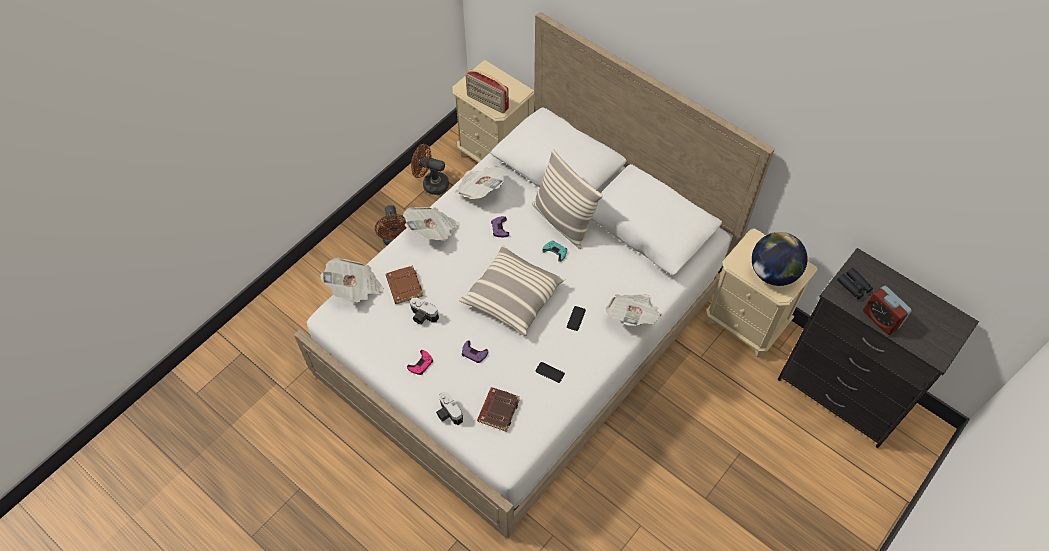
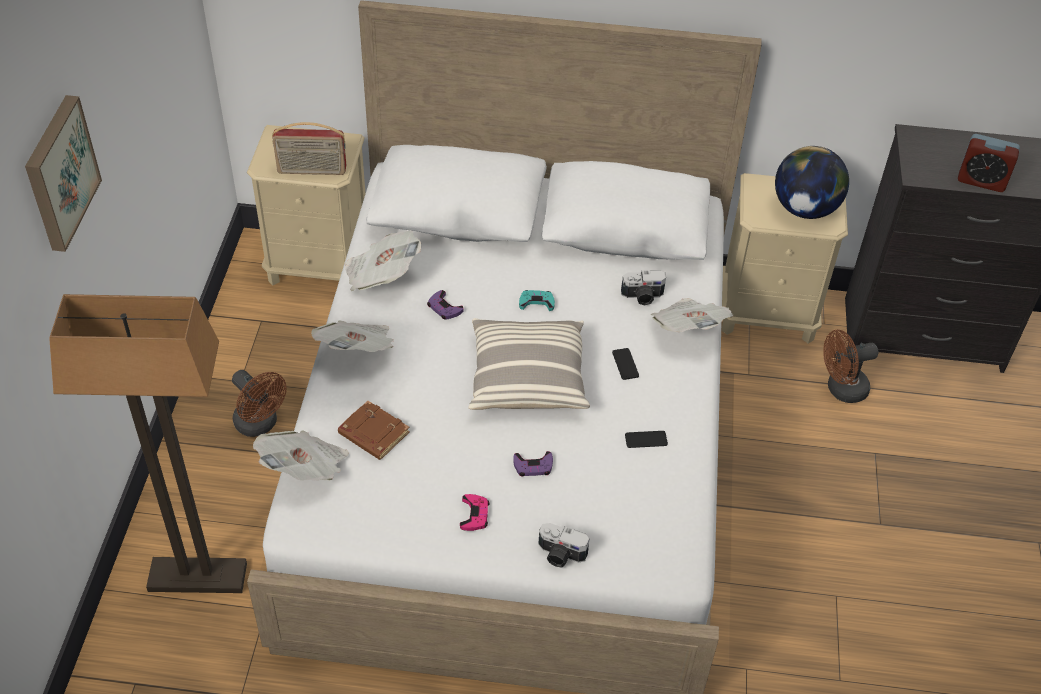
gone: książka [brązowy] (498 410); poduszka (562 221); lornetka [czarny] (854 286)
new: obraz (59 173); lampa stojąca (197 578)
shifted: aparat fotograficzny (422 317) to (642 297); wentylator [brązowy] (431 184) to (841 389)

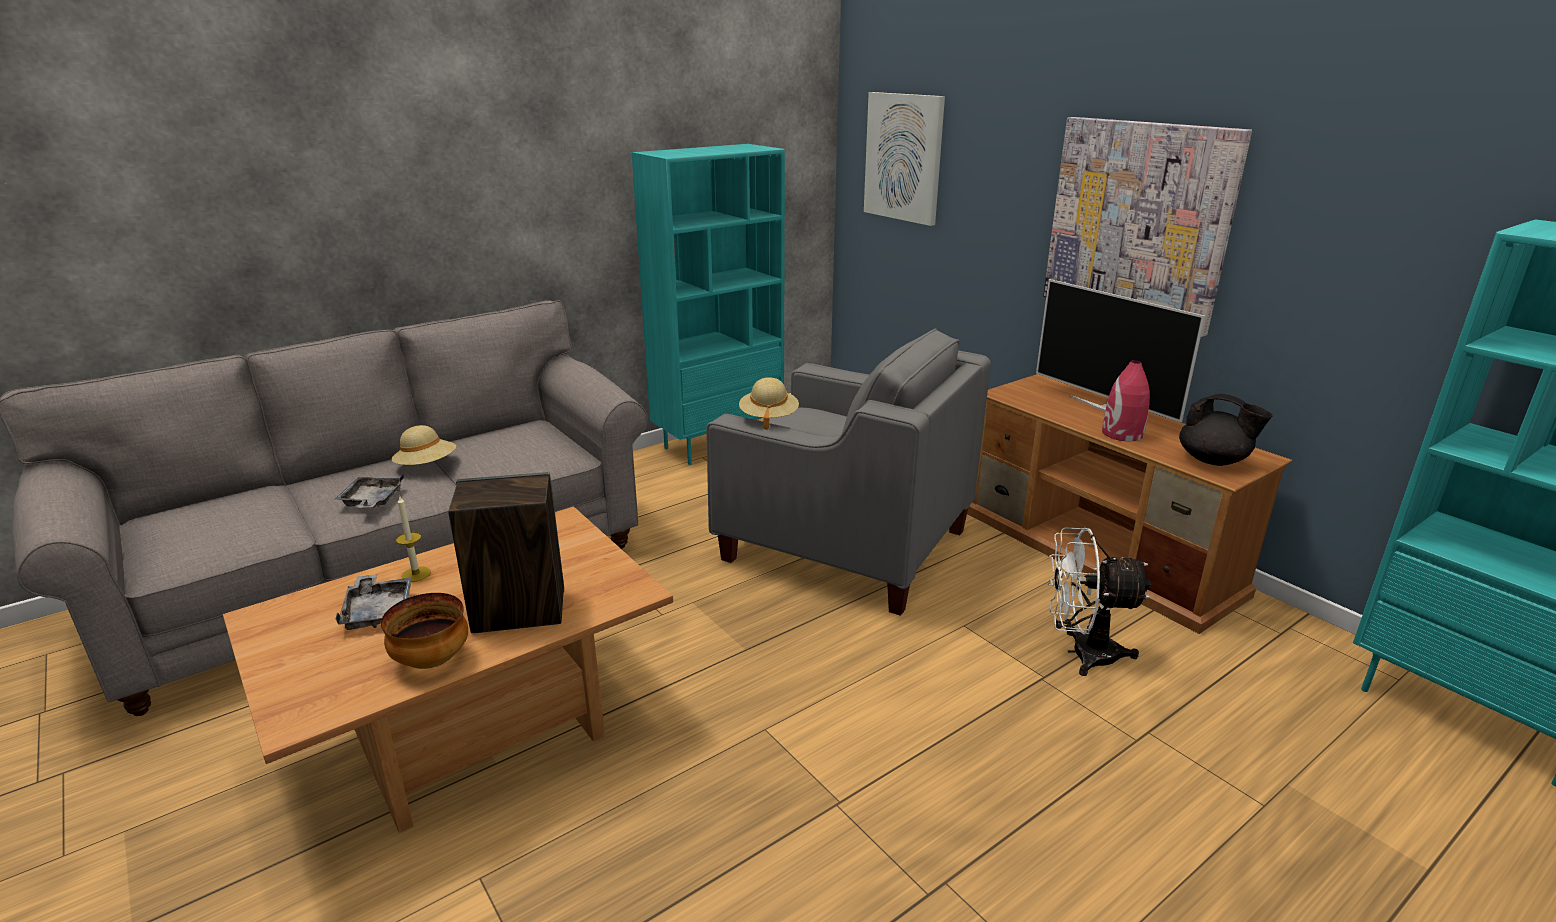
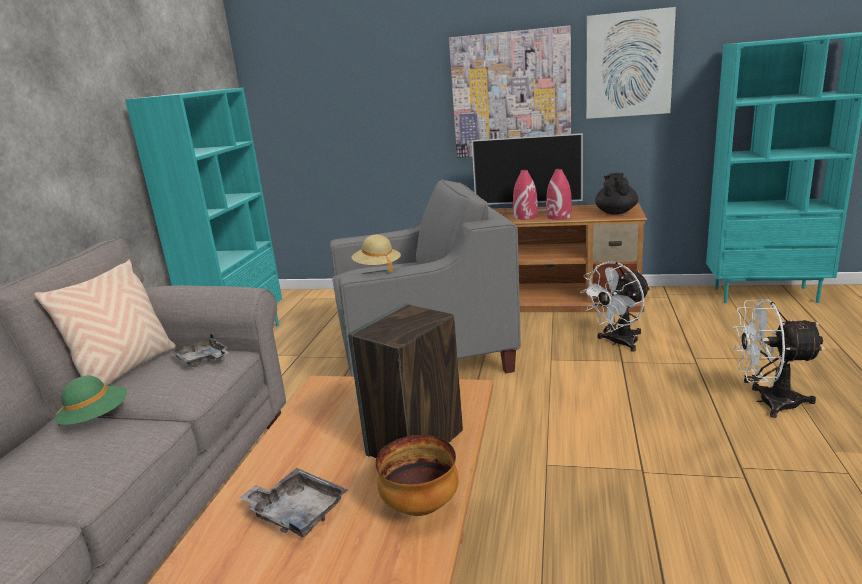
gone: świeca (416 574)
new: poduszka [beżowy] (126 370); wazon [czerwony] (525 216); wentylator [biały] (768 402)
shifted: taca [szary] (372 501) to (203 359); obraz (904 157) to (628 65)
repainted: kapelusz [beżowy] (427 466) to kapelusz [zielony] (96 419)
rotated: imbryk [czarny] (1213 460) = (615 212) 75 degrees counterclockwise

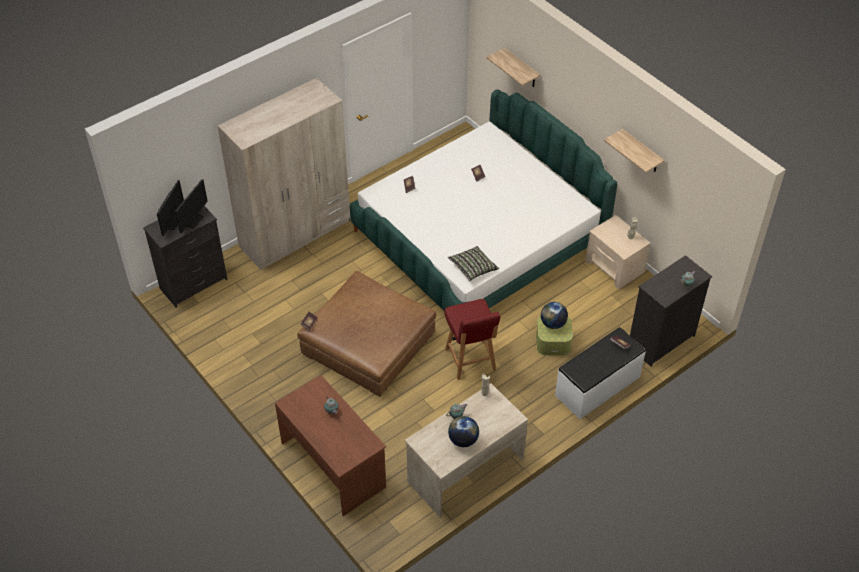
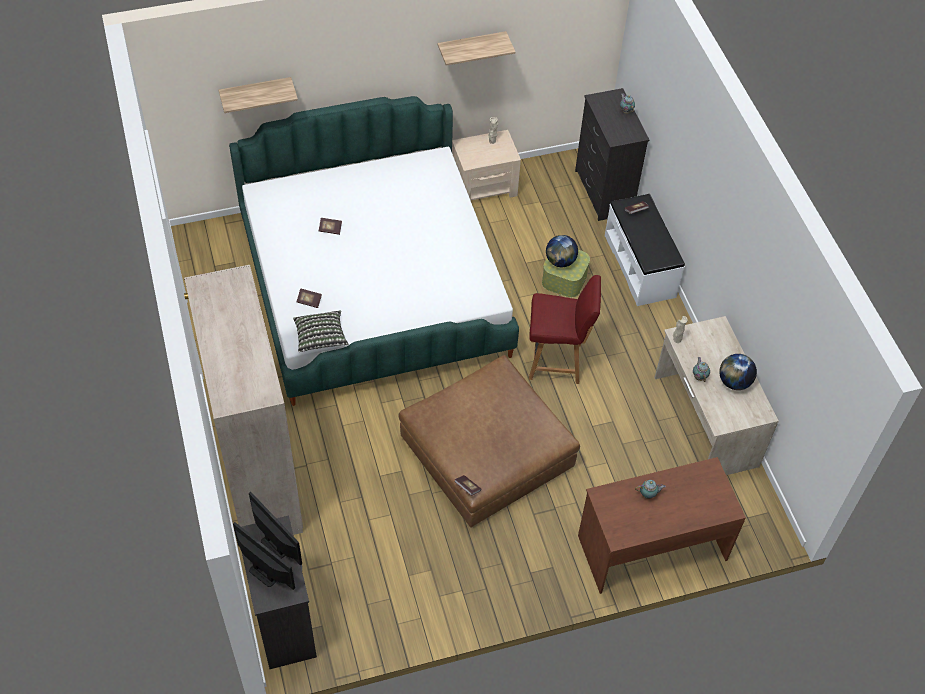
shifted: poduszka (473 268) to (320 337)

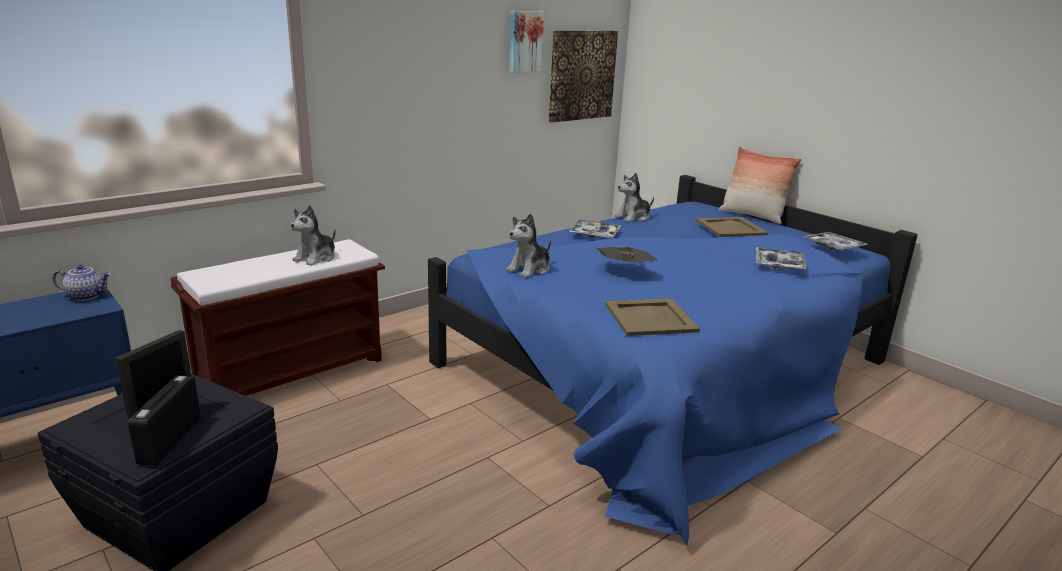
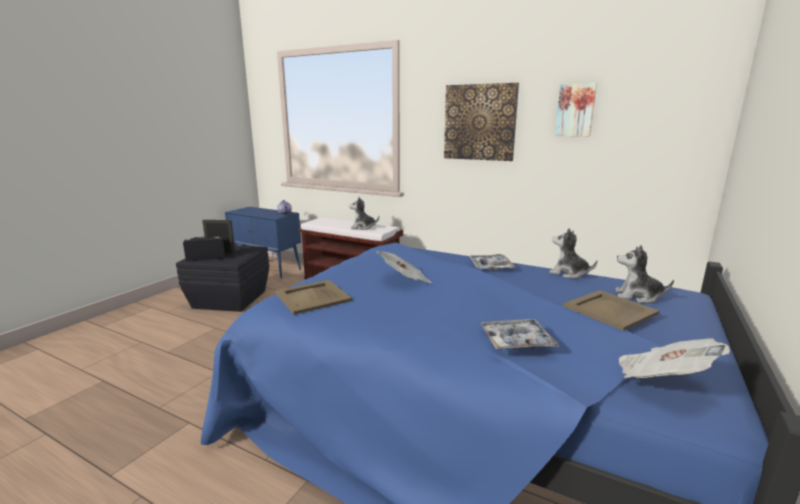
gone: poduszka (752 216)
shifted: obraz (581 75) to (479 122); pluszak (530 269) to (637 296)
swapped: taca (833 247) to gazeta (662 378)

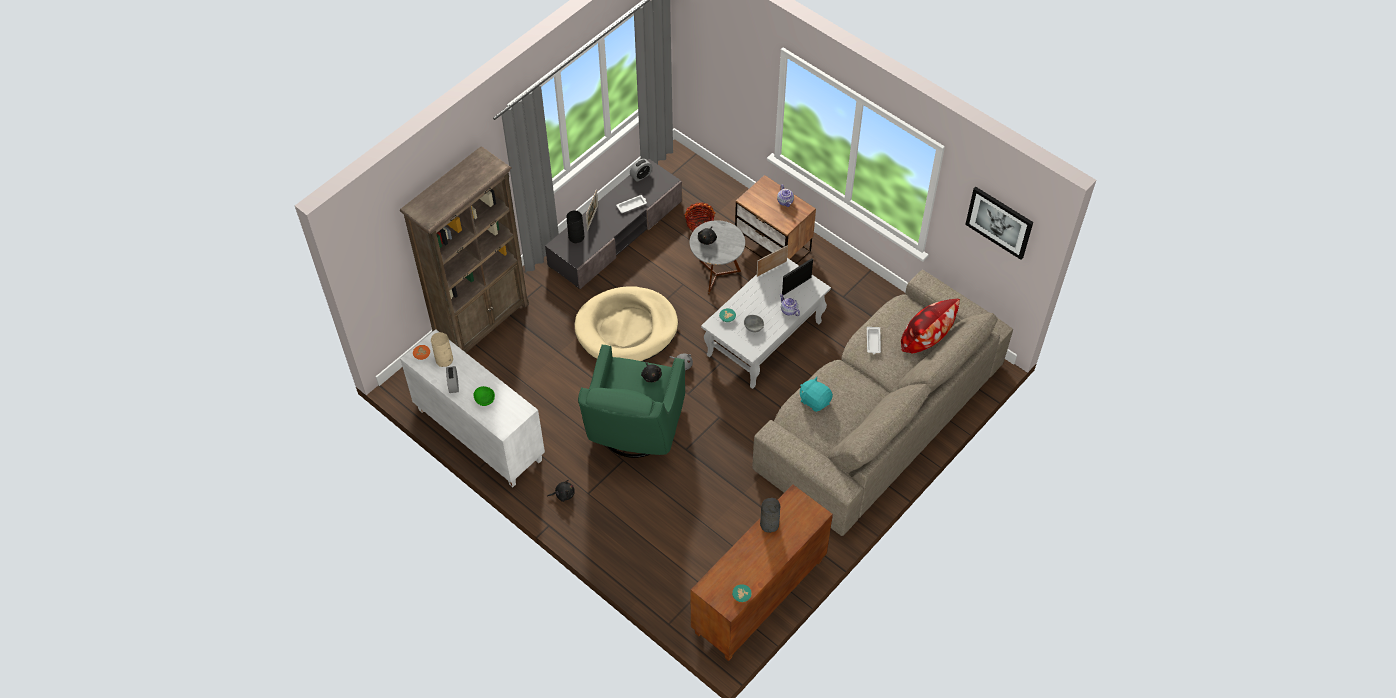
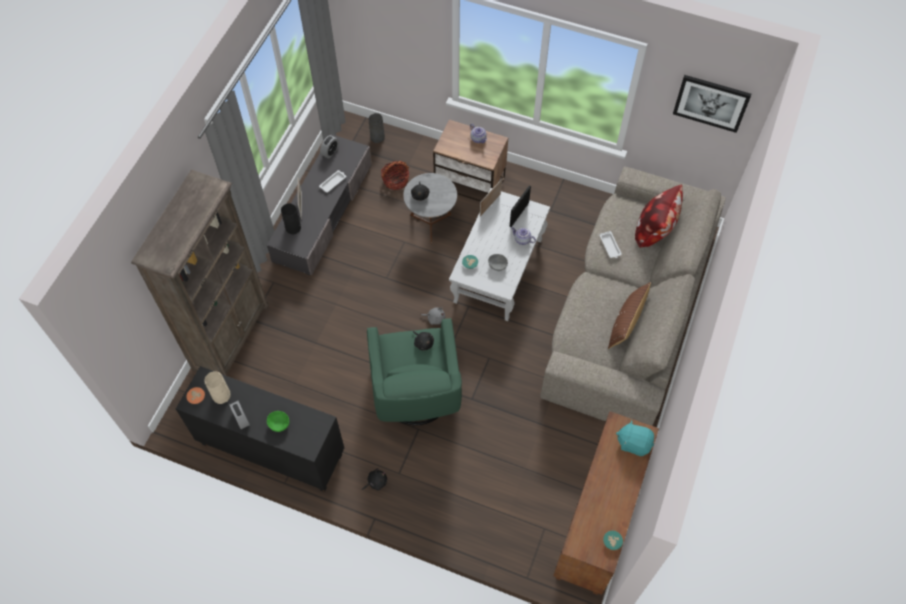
gone: legowisko [beżowy] (626 328)
new: poduszka [brązowy] (626 322)
shifted: wazon [szary] (770 524) to (378 137); pluszak [turkusowy] (815 400) to (634 443)
repainted: szafka [biały] (478 435) to szafka [czarny] (270 450)

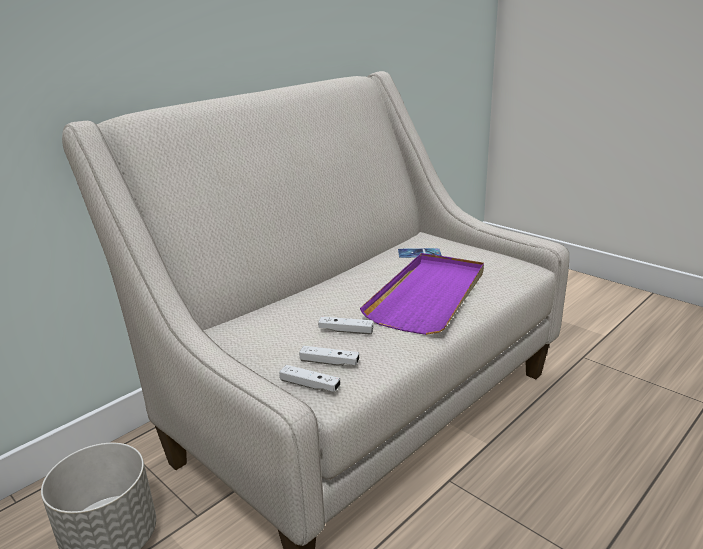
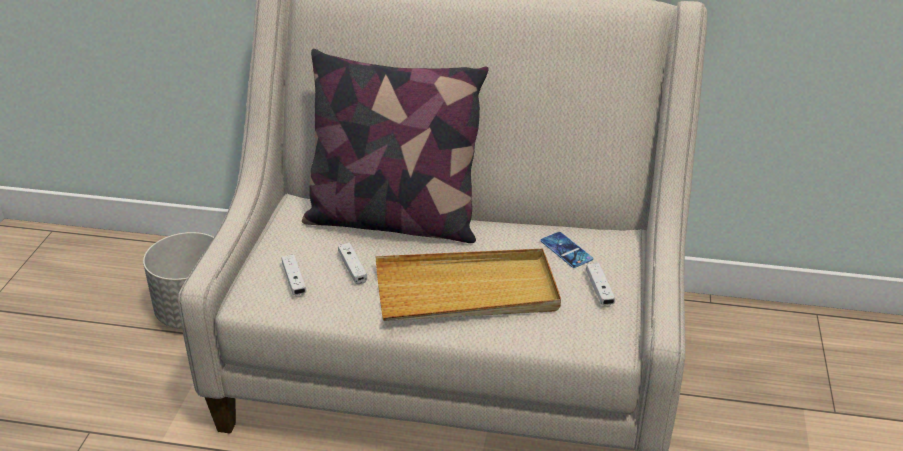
new: poduszka (393 220)
shifted: pad do gier [biały] (310 385) to (599 290)
repainted: taca [fioletowy] (429 296) to taca [beżowy] (466 292)

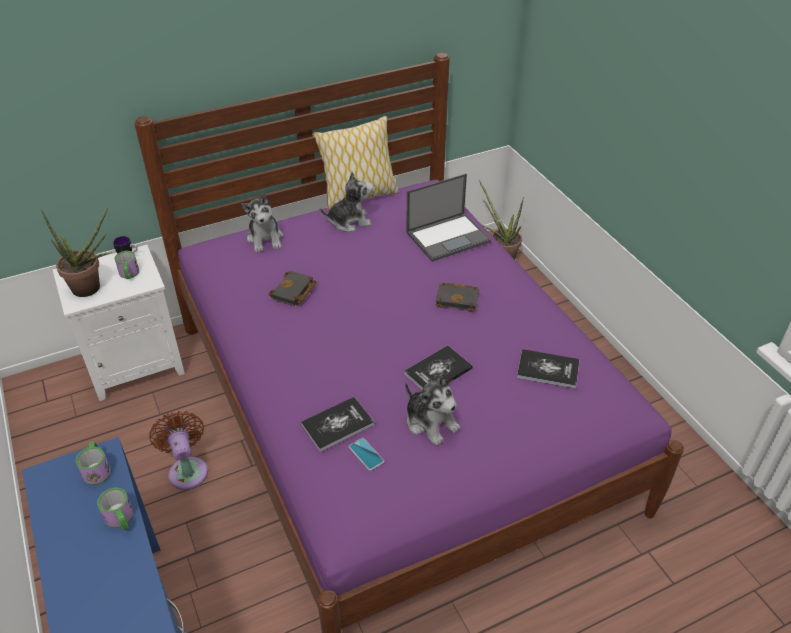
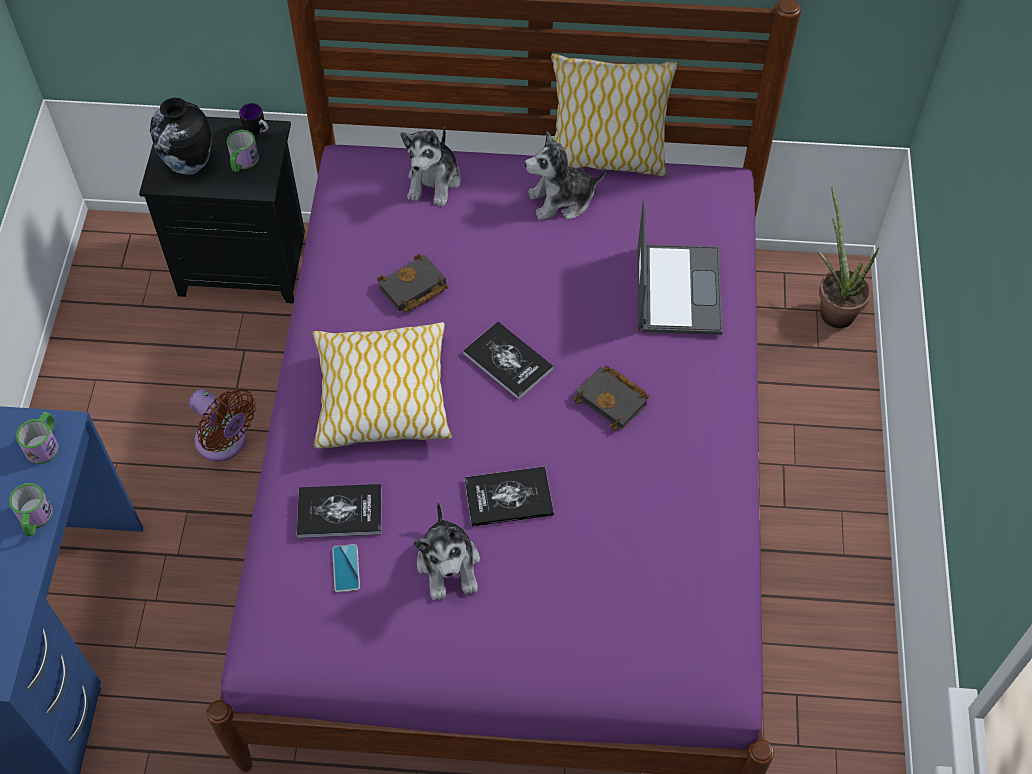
new: poduszka (382 396)
shifted: książka (548 370) to (508 361)
swapped: roślina doniczkowa (92 288) to wazon (189 166)
repainted: szafka nocna [biały] (137 364) to szafka nocna [czarny] (246 262)
rotated: wentylator [brązowy] (187 470) = (225 442) 120 degrees clockwise; pluszak (349 221) = (562 200) 150 degrees clockwise; laptop (448 236) = (677 288) 90 degrees counterclockwise

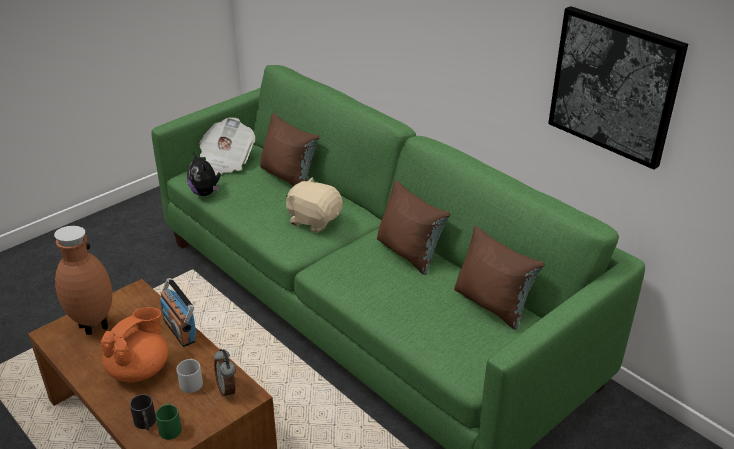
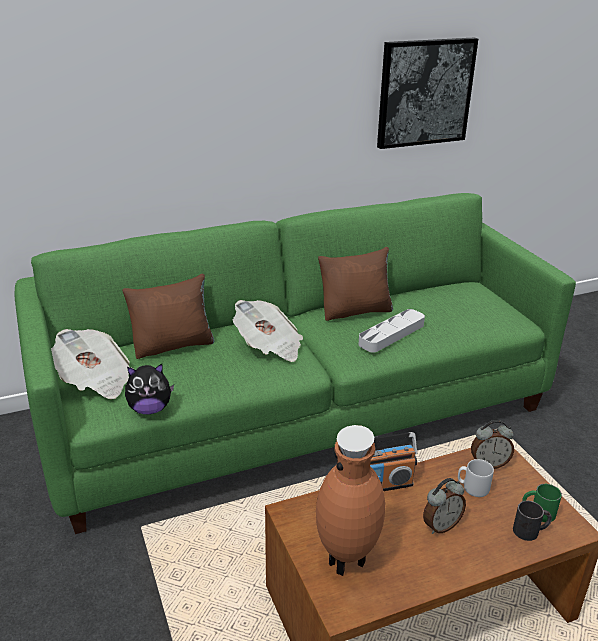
gone: poduszka [brązowy] (492 304)
new: taca [szary] (391 334)
swapped: pluszak [beżowy] (314 220) to gazeta (269 346); imbryk [pomarańczowy] (140 369) to budzik (440 525)

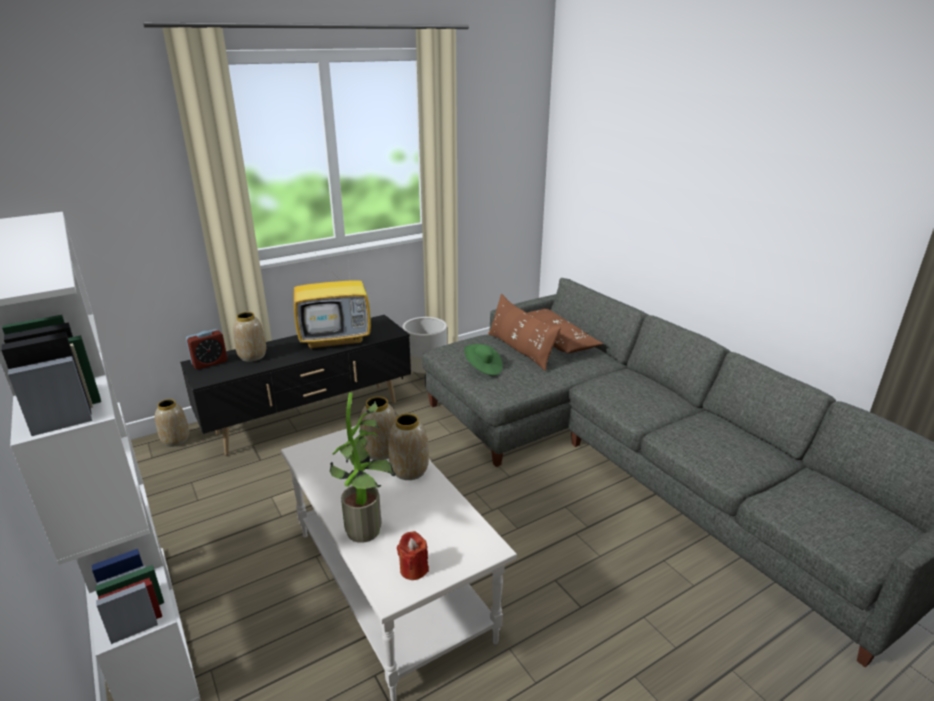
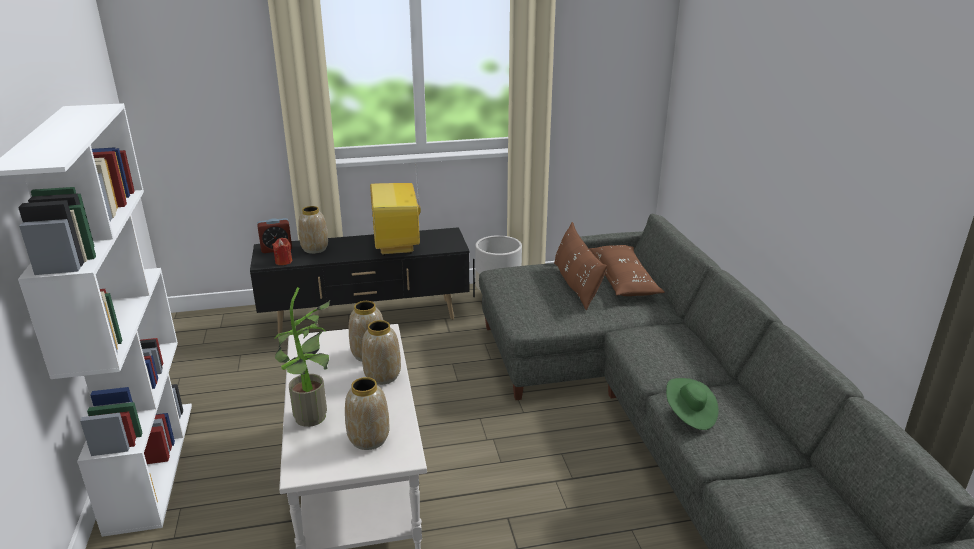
shifted: świeca [czerwony] (413 569) to (283 261); wazon (176 440) to (369 439); kapelusz [zielony] (483 368) to (689 414)
rotated: telewizor (336 339) = (397 245) 75 degrees clockwise

